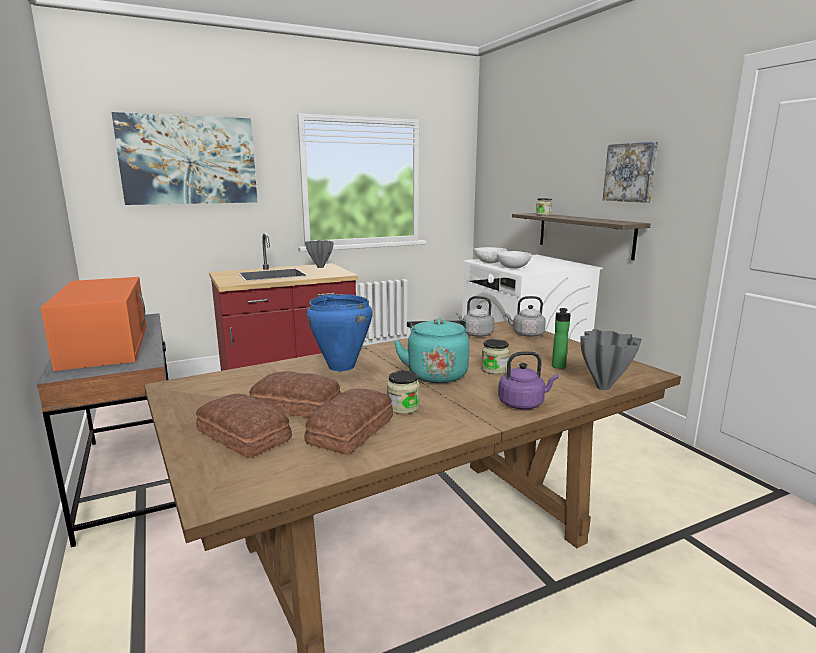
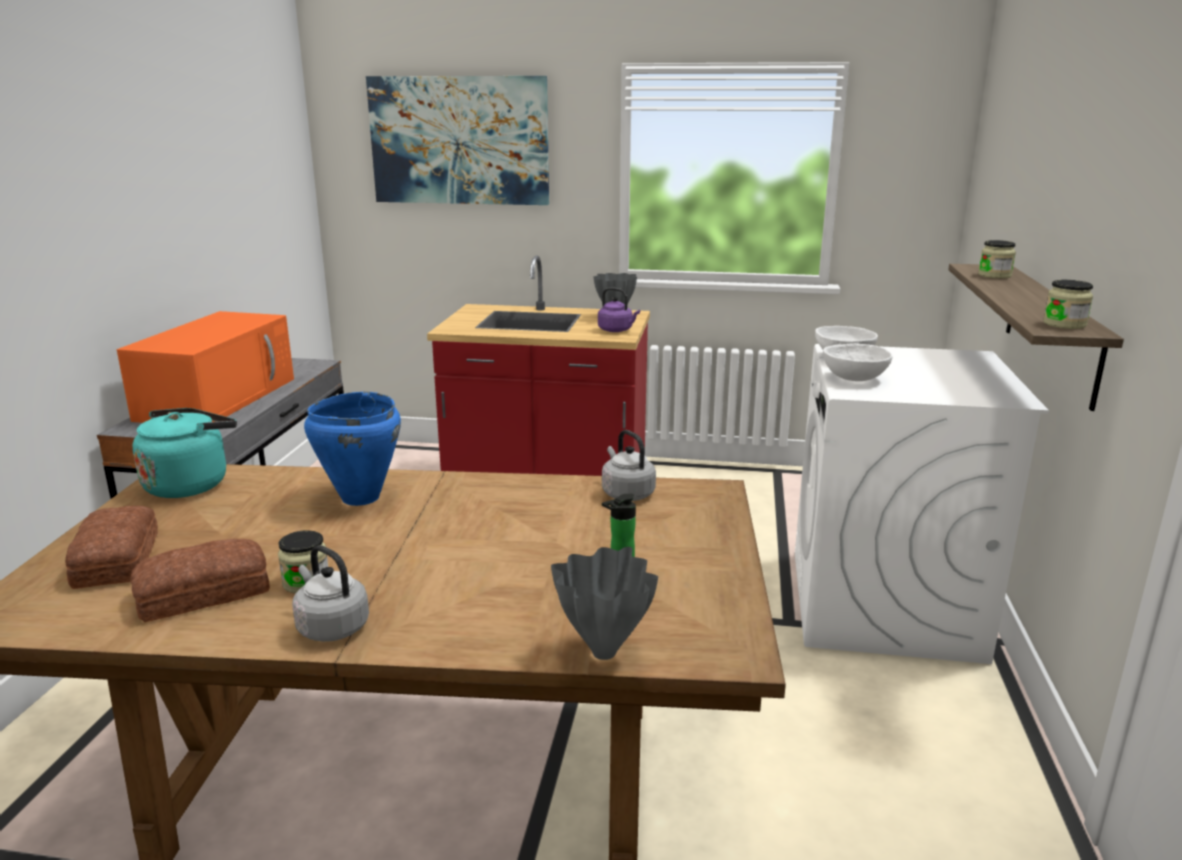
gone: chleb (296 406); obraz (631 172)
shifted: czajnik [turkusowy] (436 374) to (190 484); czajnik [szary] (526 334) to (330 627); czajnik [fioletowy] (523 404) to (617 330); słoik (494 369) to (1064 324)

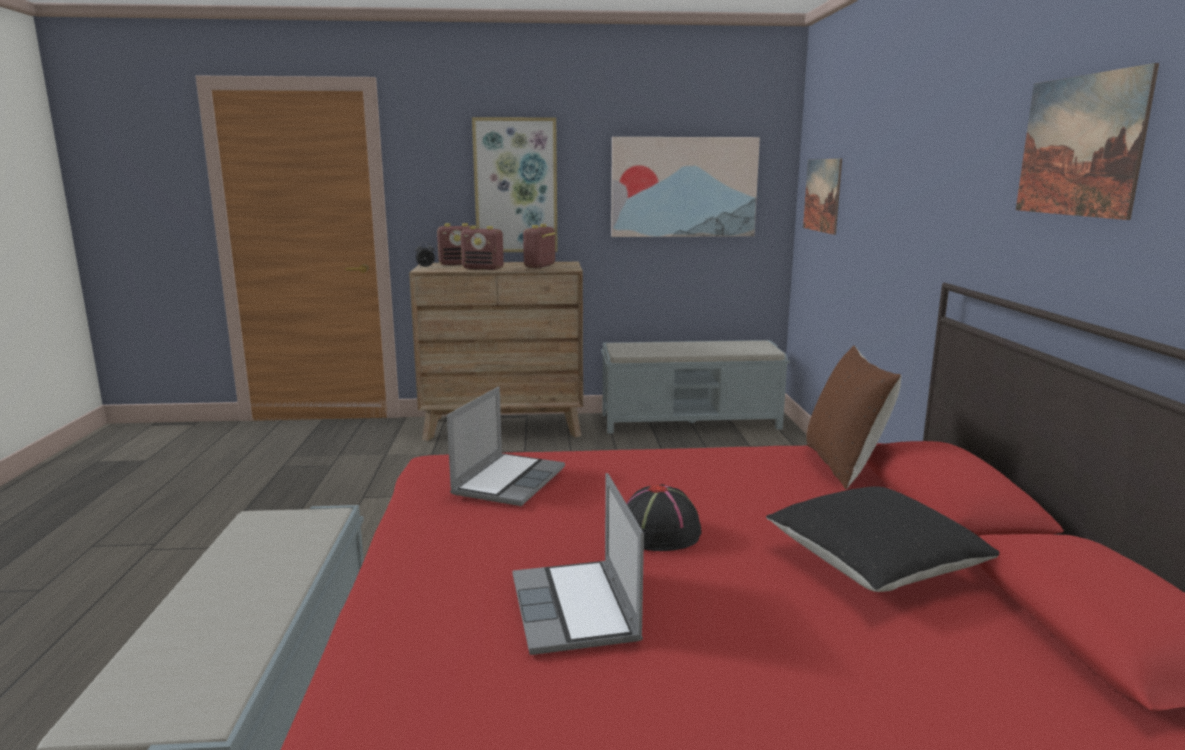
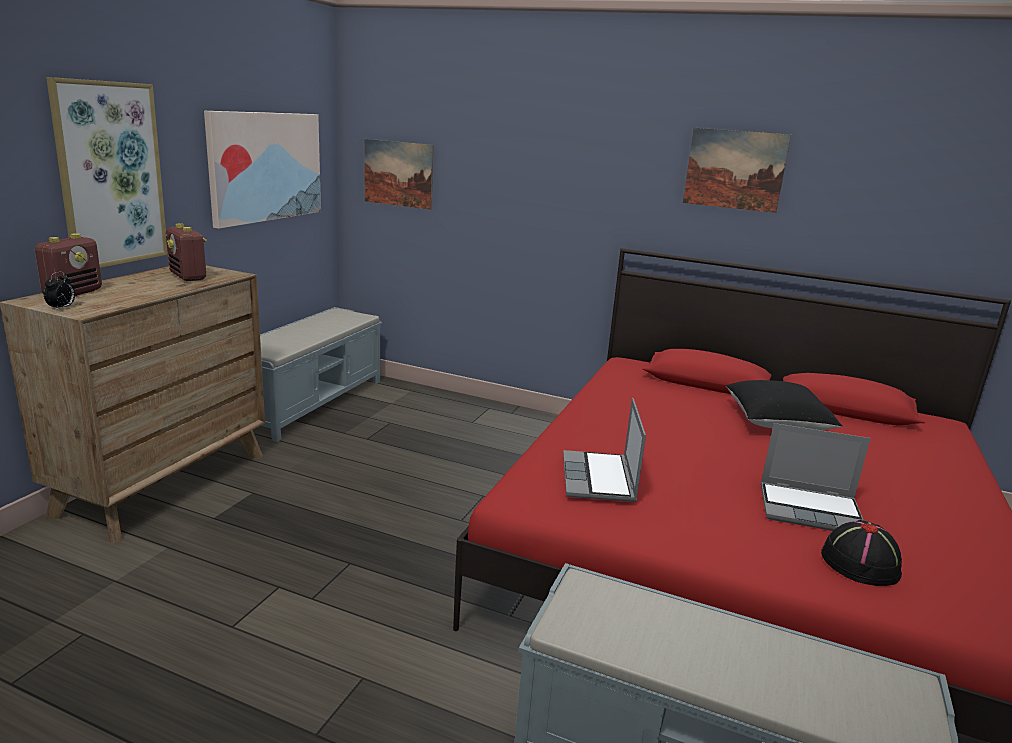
gone: radio (483 268); poduszka [brązowy] (844 465)
shifted: kapelusz [czarny] (660 532) to (860 562)
rotated: laptop (508 481) = (599 479) 135 degrees counterclockwise

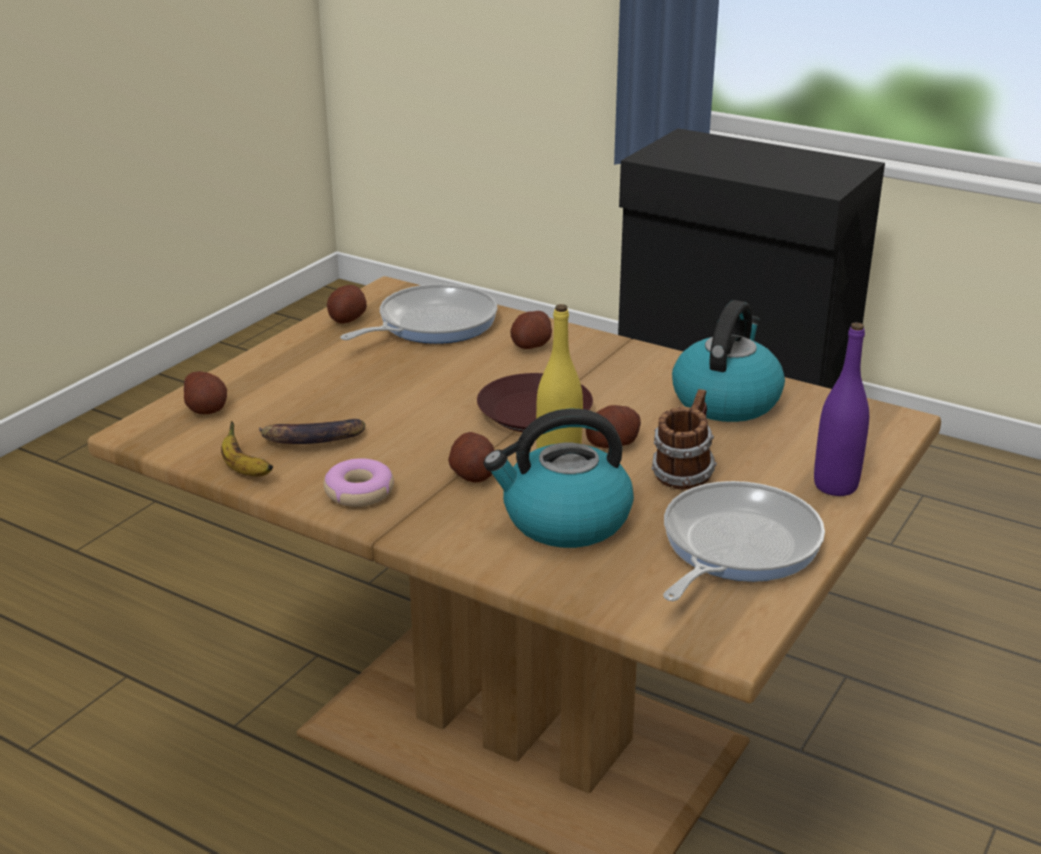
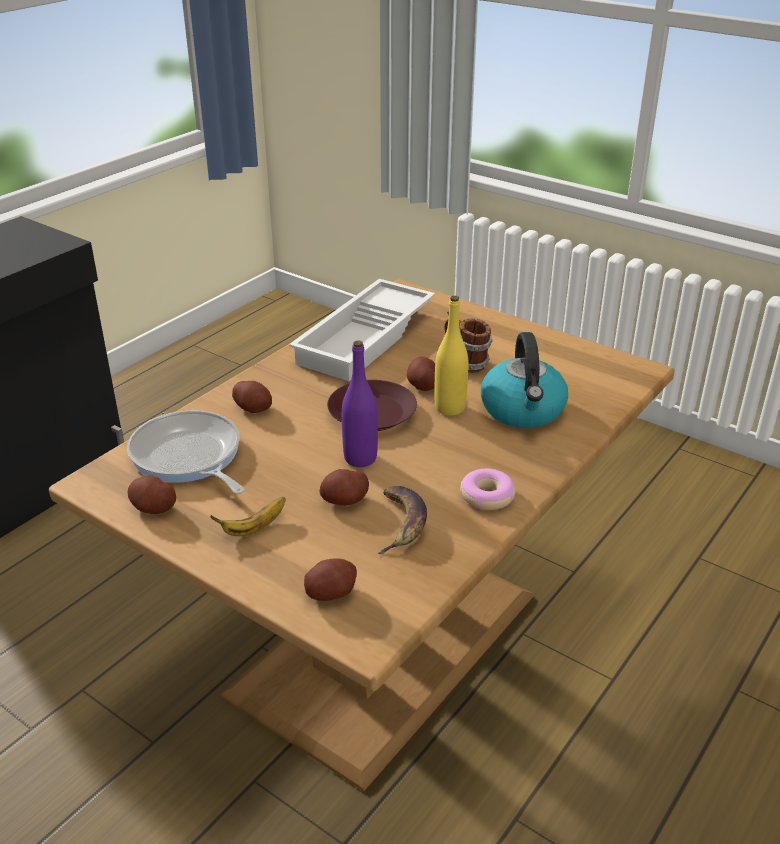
gone: patelnia (735 546)
shifted: banan (244 470) to (254 528); ziemniak (472 474) to (345 500); butelka [fioletowy] (835 486) to (360 458)
swapped: czajnik (726 400) to taca [biały] (367 339)

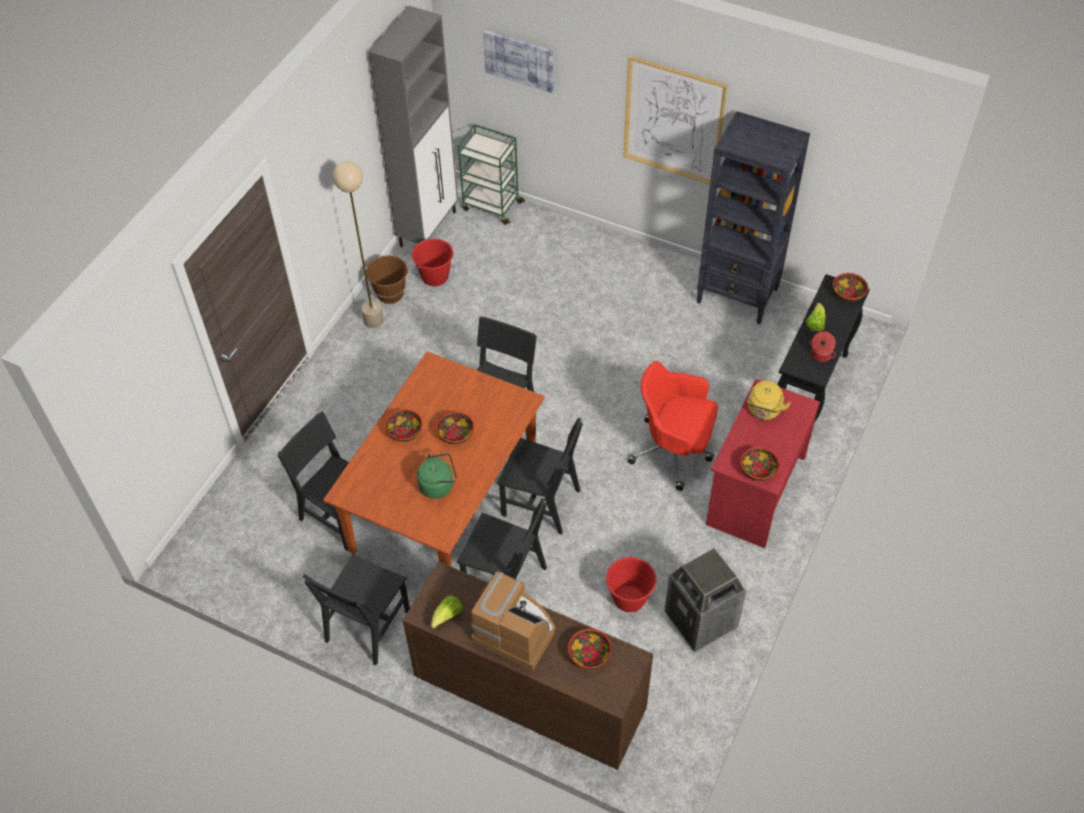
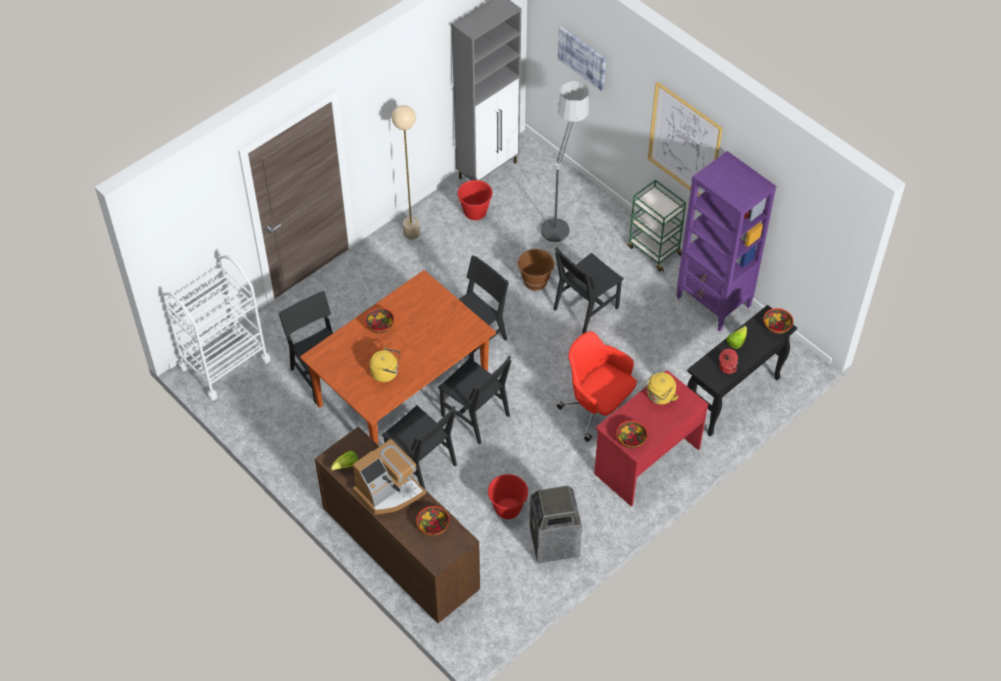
gone: miska (455 434)
new: wózek [biały] (224 364); lampa stojąca (560 214)
shifted: wiadro [brązowy] (390 294) to (535 282); krzesło [czarny] (367 625) to (586 308); wózek [zielony] (491 206) to (654 250)
repainted: czajnik [zielony] (438 485) to czajnik [żółty] (386 373); regał [czarny] (738 296) to regał [fioletowy] (714 302)
rotated: ekspres do kawy (515 630) = (389 492) 90 degrees clockwise

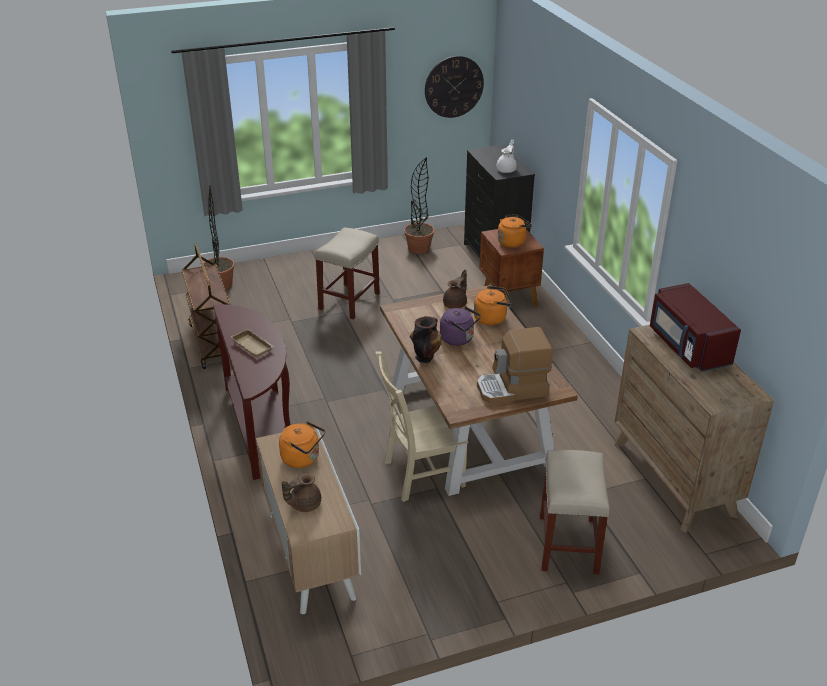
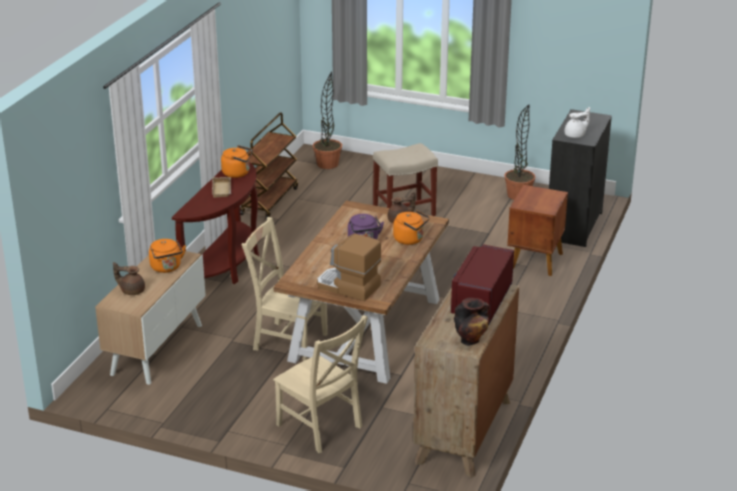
gone: zegar ścienny (454 86)
shifted: czajnik [pomarańczowy] (512 242) to (238 173); wazon (425 357) to (471 340)
swapped: stołek [beżowy] (568 545) to krzesło [beżowy] (321 428)

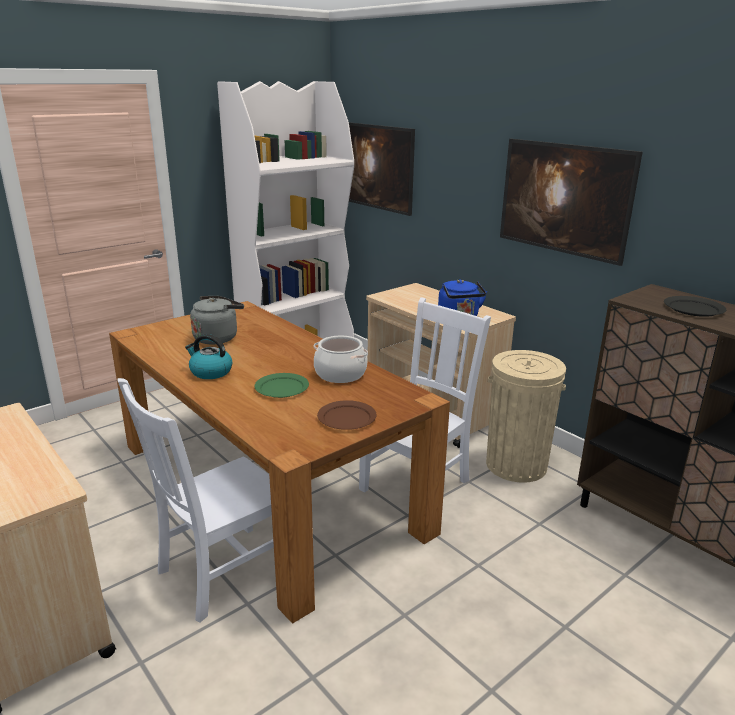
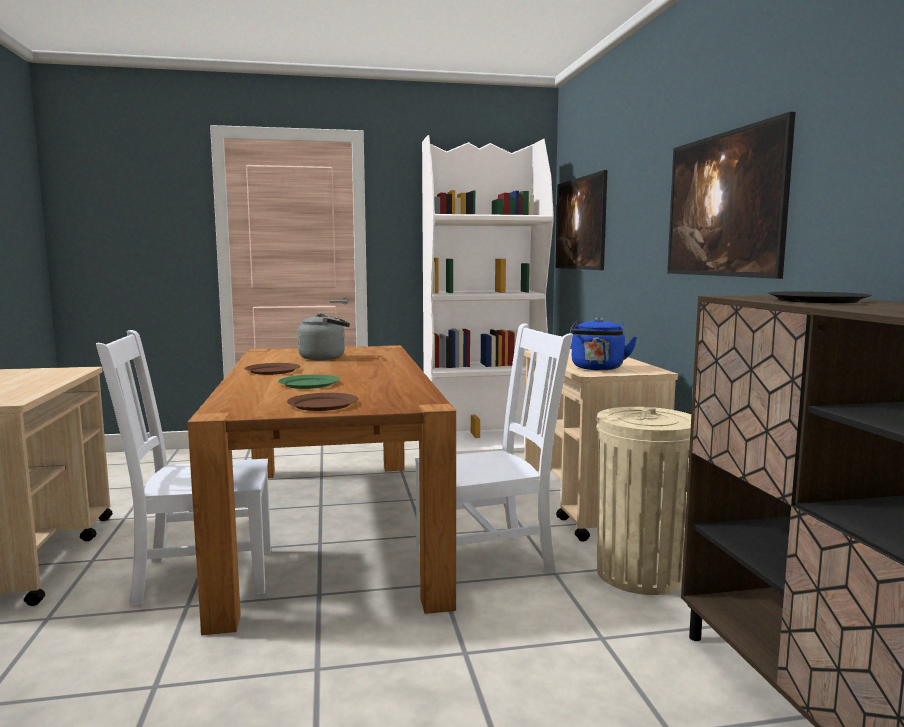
gone: garnek (340 374)
swapped: czajnik (210 372) to talerz [brązowy] (272 371)

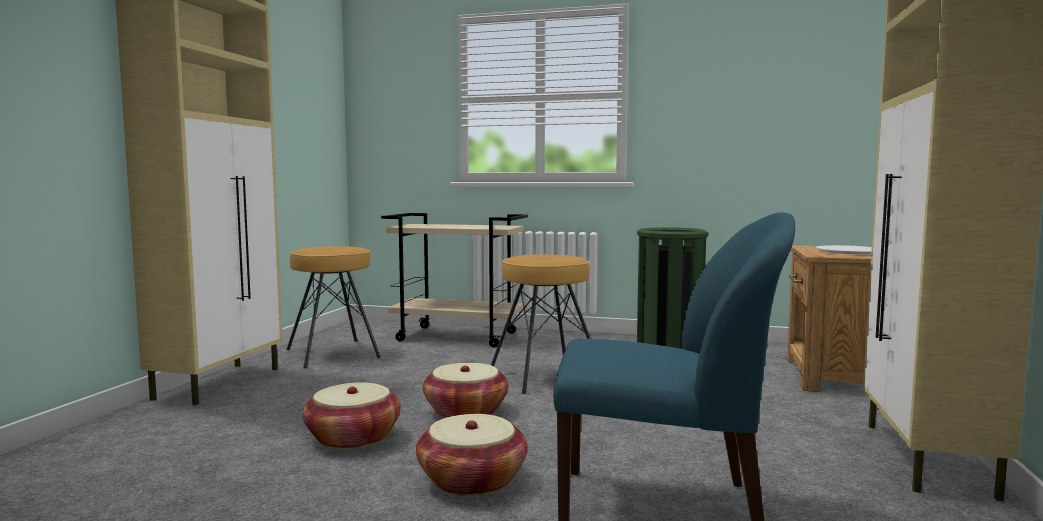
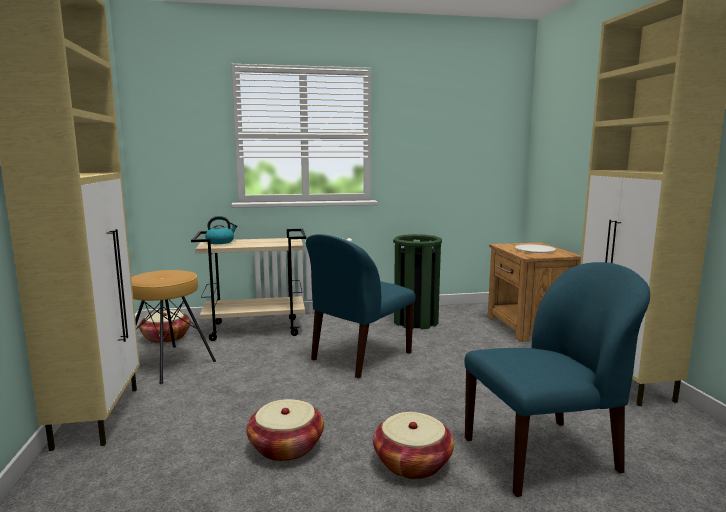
new: czajnik (220 242)
shifted: koszyk (466 411) to (166 338)
swapped: stołek [brązowy] (545 376) to krzesło [niebieski] (359 357)

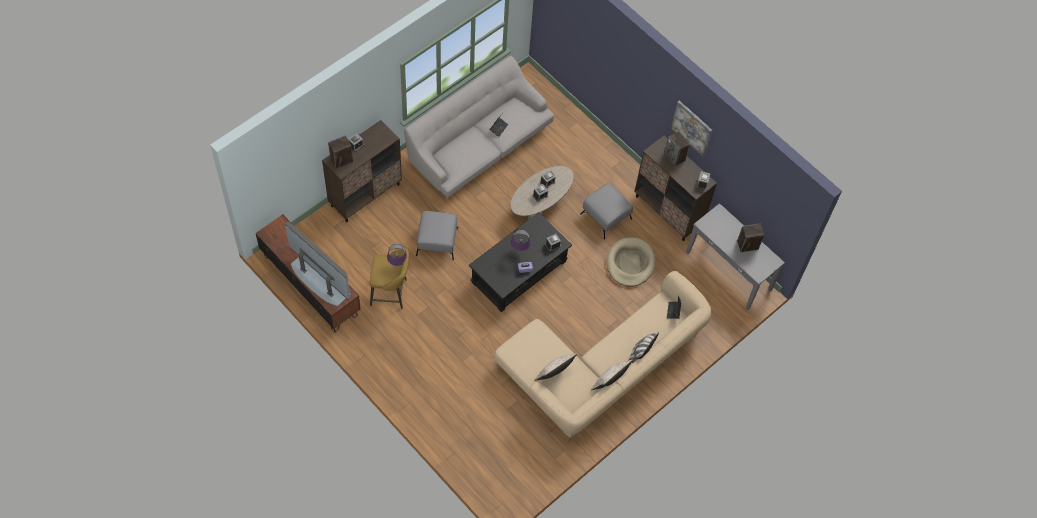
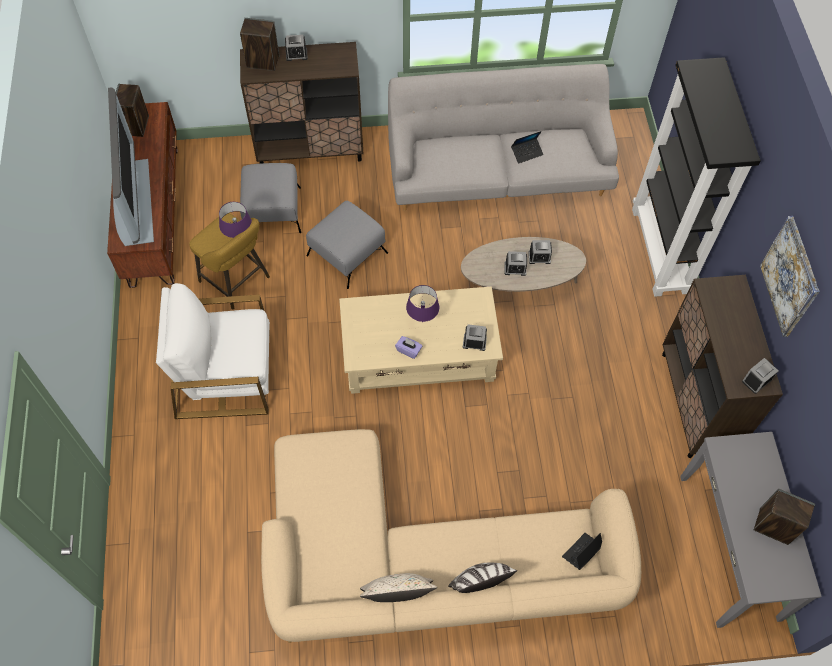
gone: poduszka [beżowy] (554 374); legowisko [beżowy] (630 263)
new: fotel [biały] (224 372); regał [czarny] (661 251)
shifted: głośnik (675 156) to (136 126); pufa [szary] (605 216) to (272 210)
repainted: ława [czarny] (518 272) to ława [beżowy] (418 355)

